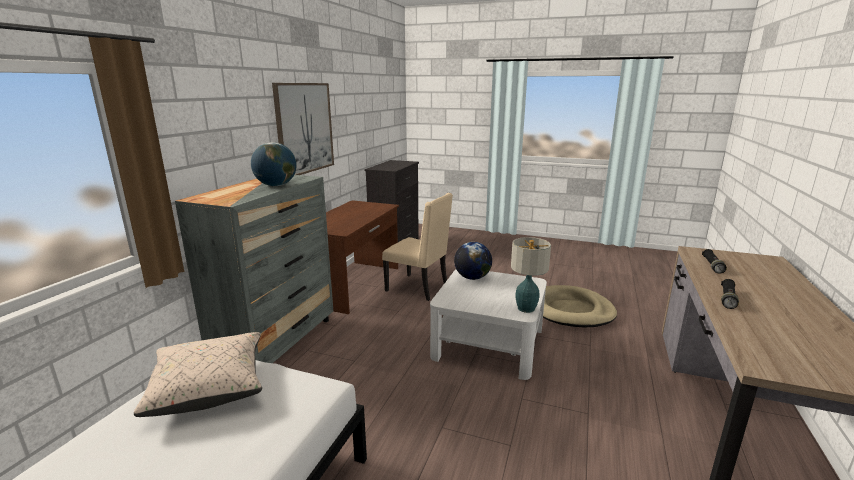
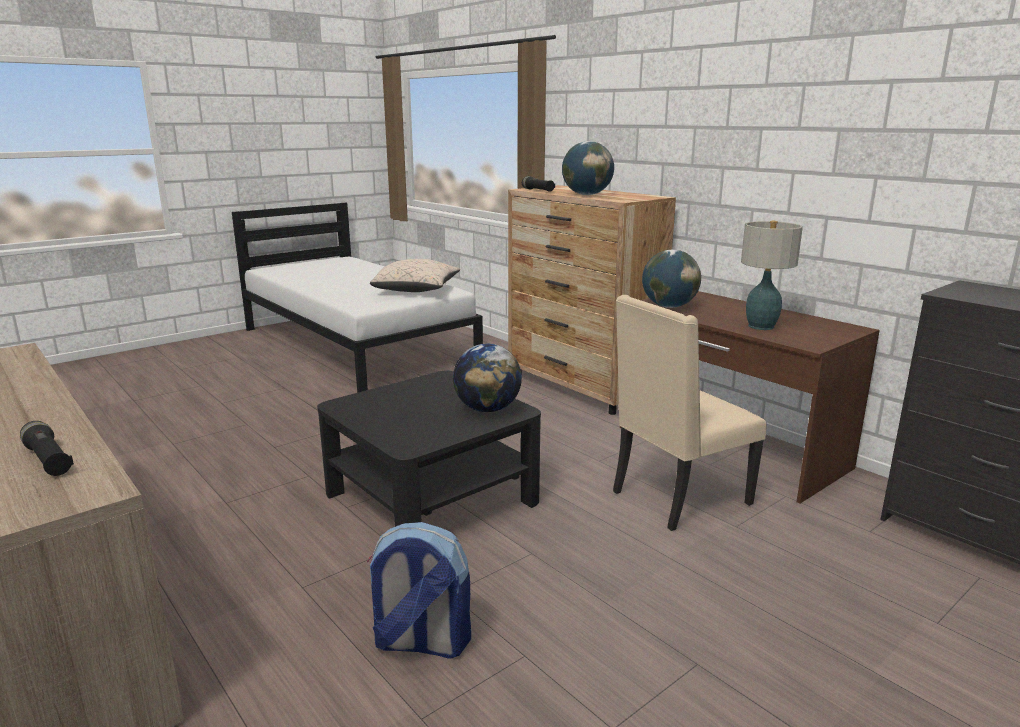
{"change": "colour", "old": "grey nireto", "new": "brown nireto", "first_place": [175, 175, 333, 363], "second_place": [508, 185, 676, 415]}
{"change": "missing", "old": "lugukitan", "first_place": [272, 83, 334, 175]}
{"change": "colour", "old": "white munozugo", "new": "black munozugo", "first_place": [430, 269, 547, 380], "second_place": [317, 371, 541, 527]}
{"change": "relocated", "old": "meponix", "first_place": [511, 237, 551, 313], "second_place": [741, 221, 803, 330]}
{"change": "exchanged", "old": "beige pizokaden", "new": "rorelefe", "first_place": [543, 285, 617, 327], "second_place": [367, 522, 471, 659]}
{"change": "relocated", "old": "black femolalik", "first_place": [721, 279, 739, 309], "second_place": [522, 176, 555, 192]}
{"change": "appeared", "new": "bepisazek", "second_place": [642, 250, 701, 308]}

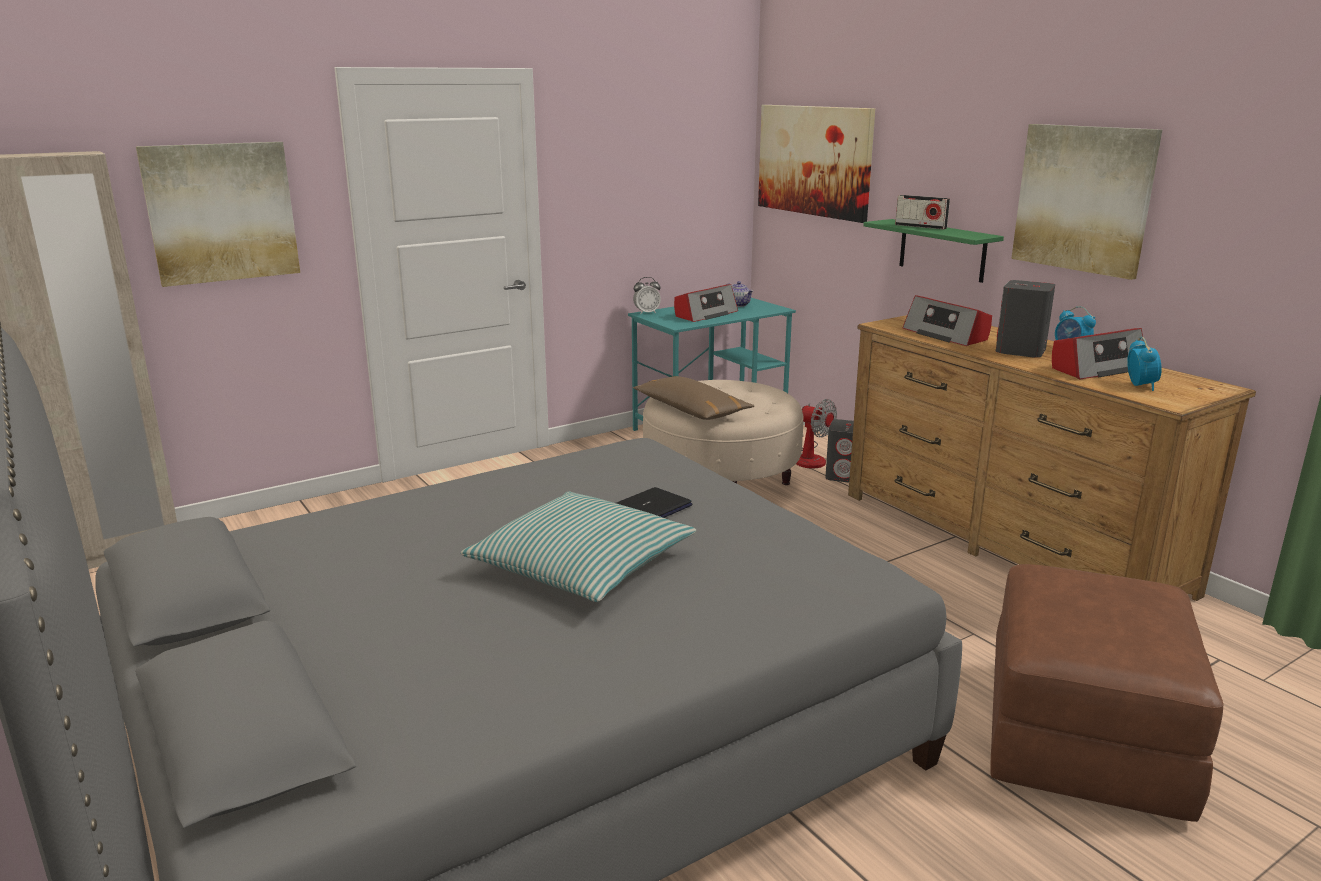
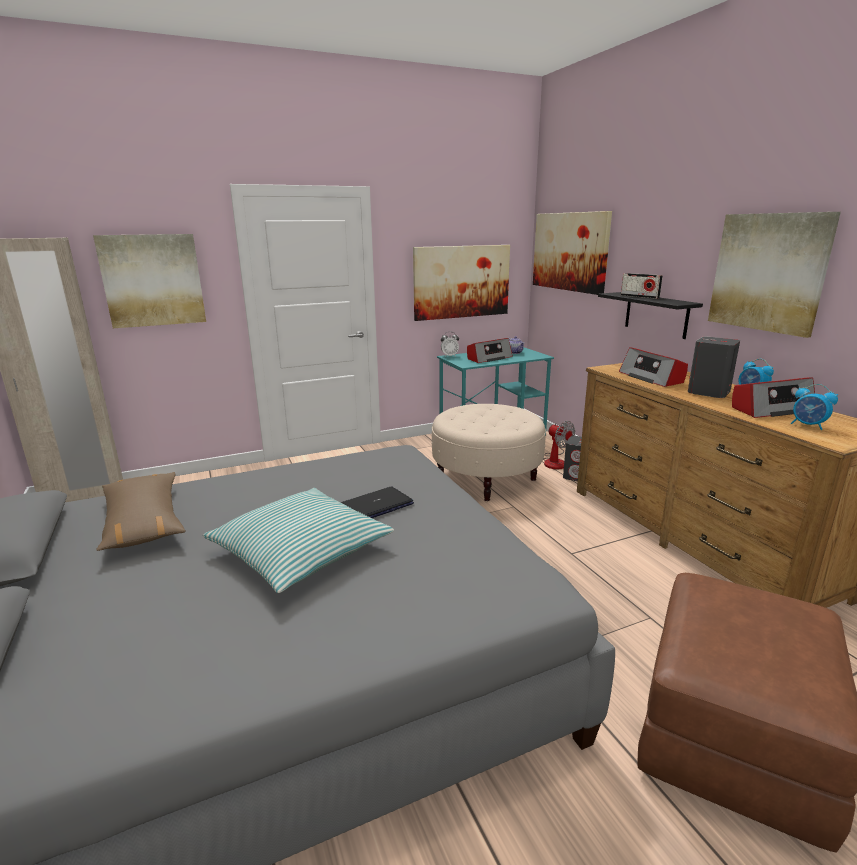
{"change": "relocated", "old": "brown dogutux", "first_place": [633, 376, 754, 420], "second_place": [96, 472, 186, 551]}
{"change": "colour", "old": "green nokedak", "new": "black nokedak", "first_place": [863, 219, 1004, 283], "second_place": [598, 292, 703, 339]}
{"change": "spun", "old": "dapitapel", "first_place": [1127, 337, 1162, 391], "second_place": [791, 384, 838, 430], "degrees": 120}
{"change": "appeared", "new": "lugukitan", "second_place": [413, 245, 510, 321]}

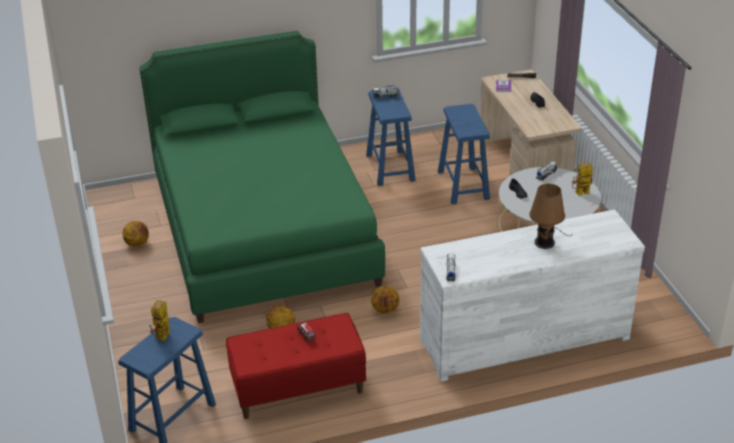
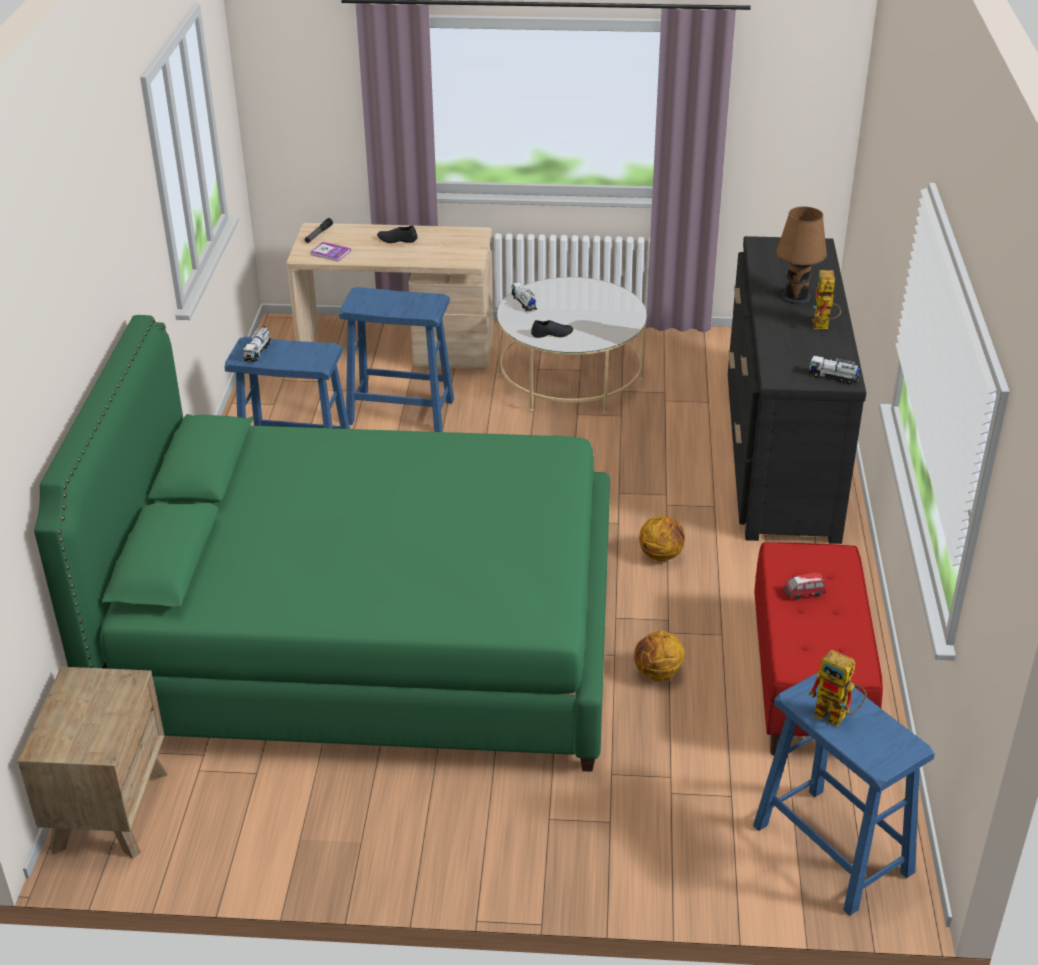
{"change": "missing", "old": "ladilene", "first_place": [123, 221, 149, 247]}
{"change": "colour", "old": "white nireto", "new": "black nireto", "first_place": [420, 209, 645, 382], "second_place": [728, 236, 866, 544]}
{"change": "relocated", "old": "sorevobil", "first_place": [572, 162, 593, 196], "second_place": [812, 270, 841, 329]}
{"change": "appeared", "new": "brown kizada", "second_place": [18, 667, 167, 859]}

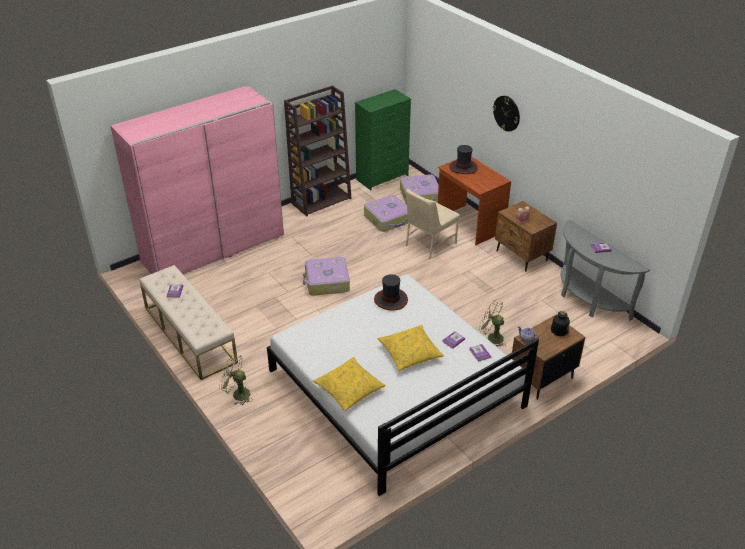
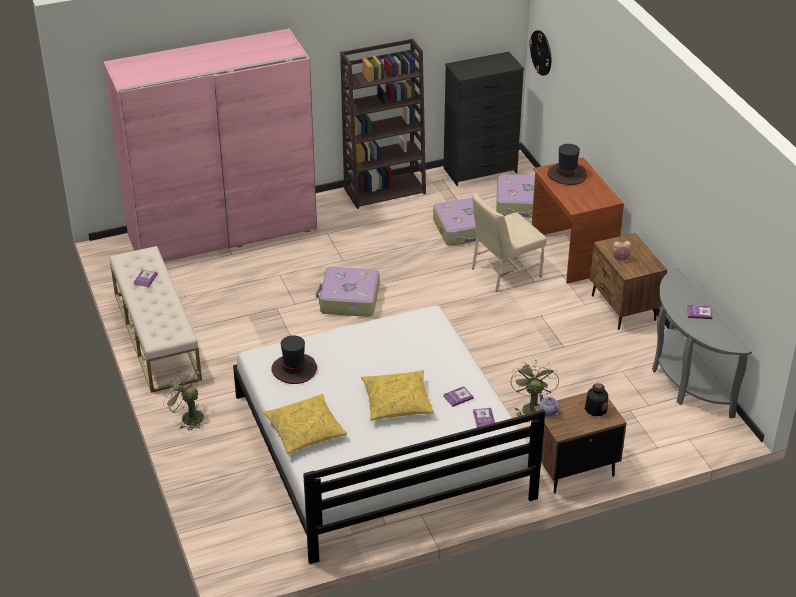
{"change": "colour", "old": "green nireto", "new": "black nireto", "first_place": [355, 89, 411, 190], "second_place": [443, 52, 524, 186]}
{"change": "relocated", "old": "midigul", "first_place": [374, 274, 408, 311], "second_place": [271, 335, 317, 384]}
{"change": "spun", "old": "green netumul", "first_place": [479, 300, 506, 347], "second_place": [510, 360, 559, 417], "degrees": 45}
{"change": "relocated", "old": "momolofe", "first_place": [493, 96, 520, 132], "second_place": [529, 30, 551, 76]}

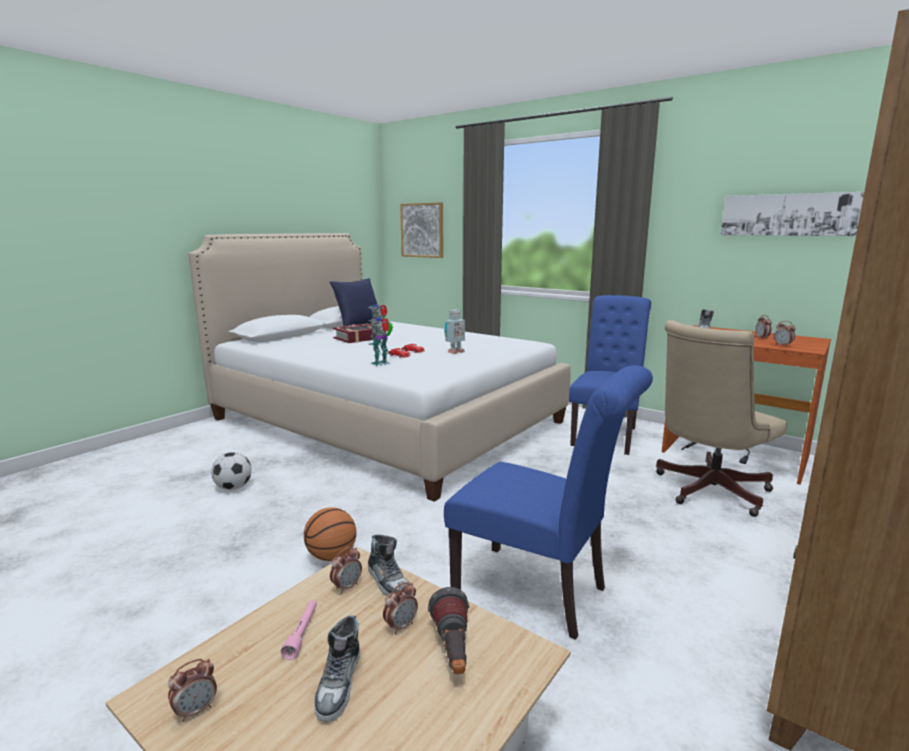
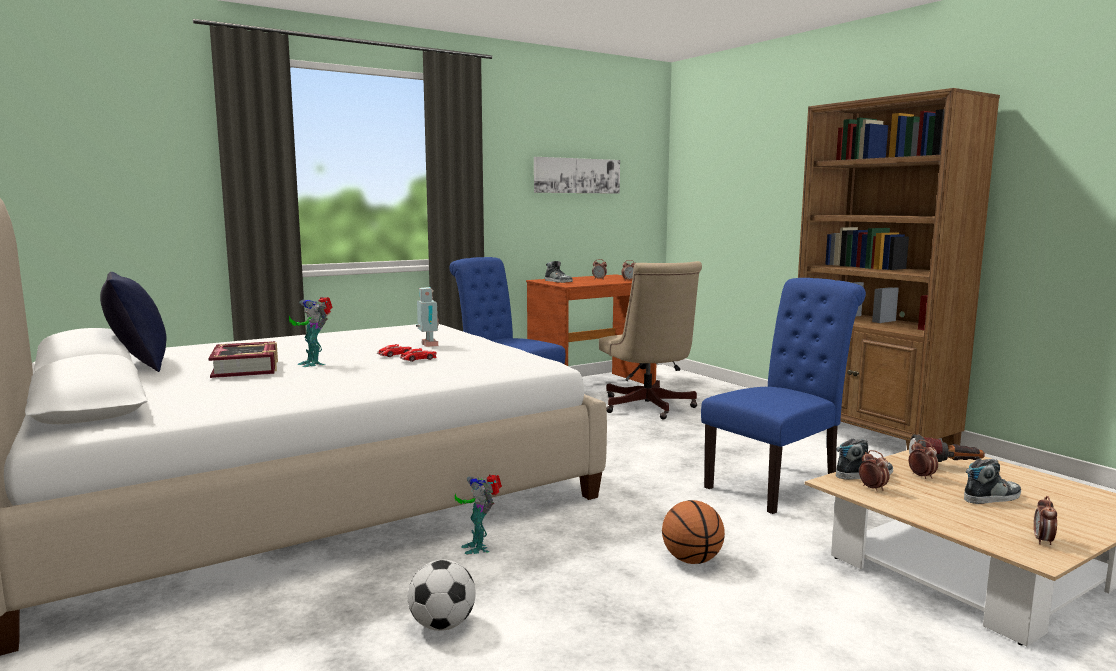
{"change": "spun", "old": "dapitapel", "first_place": [168, 658, 217, 722], "second_place": [1034, 496, 1057, 545], "degrees": -135}
{"change": "missing", "old": "pink femolalik", "first_place": [281, 600, 317, 660]}
{"change": "spun", "old": "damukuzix", "first_place": [314, 615, 360, 722], "second_place": [964, 458, 1021, 504], "degrees": -45}
{"change": "relocated", "old": "sorevobil", "first_place": [369, 317, 393, 366], "second_place": [455, 474, 502, 555]}
{"change": "missing", "old": "lugukitan", "first_place": [400, 202, 443, 258]}

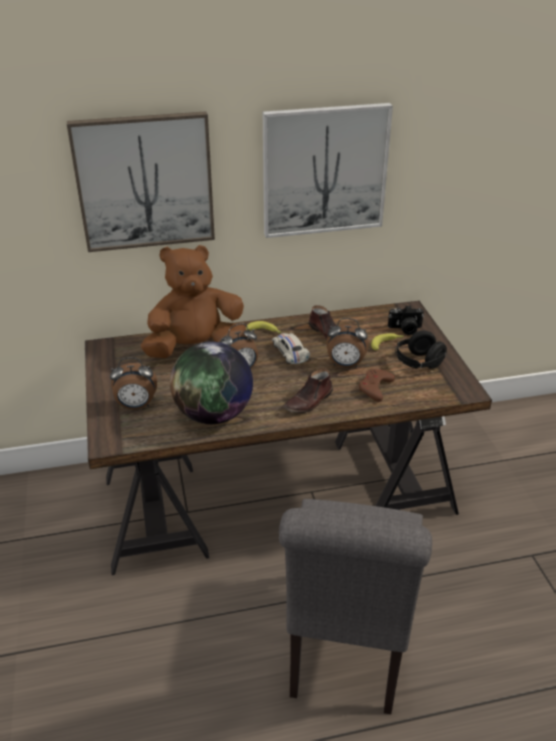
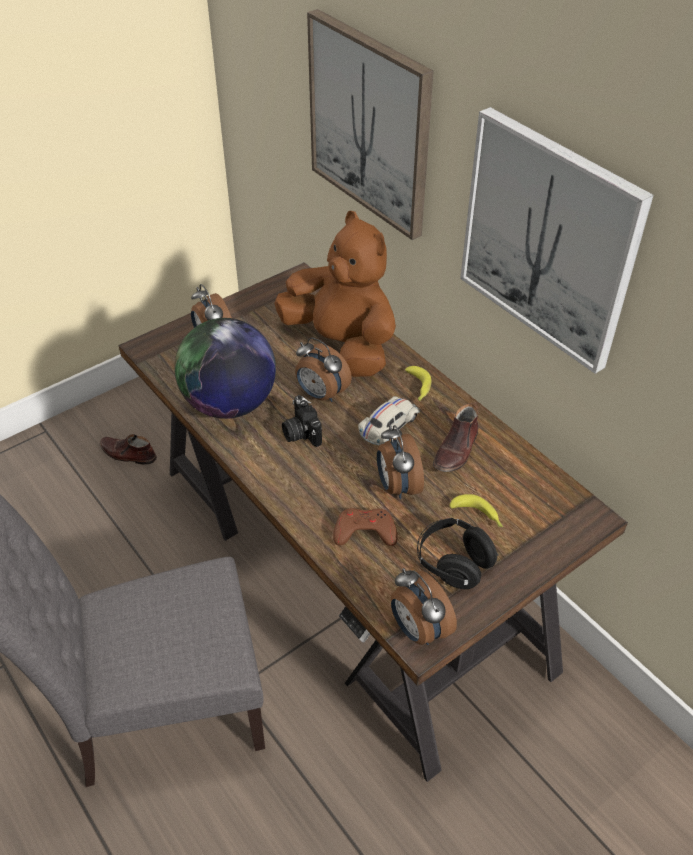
{"change": "relocated", "old": "brown damukuzix", "first_place": [283, 369, 333, 413], "second_place": [99, 434, 157, 465]}
{"change": "relocated", "old": "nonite", "first_place": [388, 305, 424, 335], "second_place": [282, 395, 322, 447]}
{"change": "appeared", "new": "dapitapel", "second_place": [391, 568, 457, 645]}

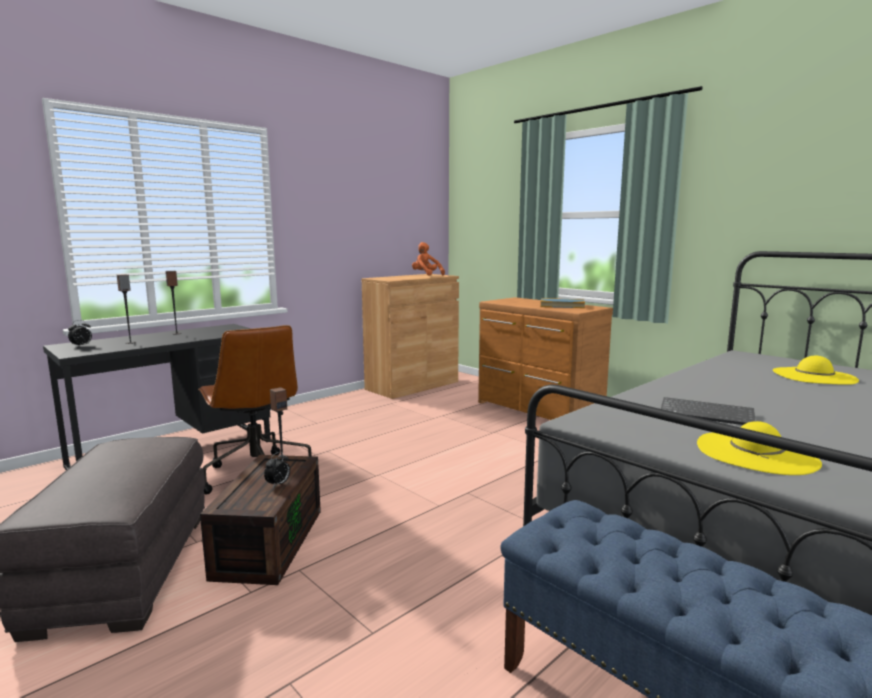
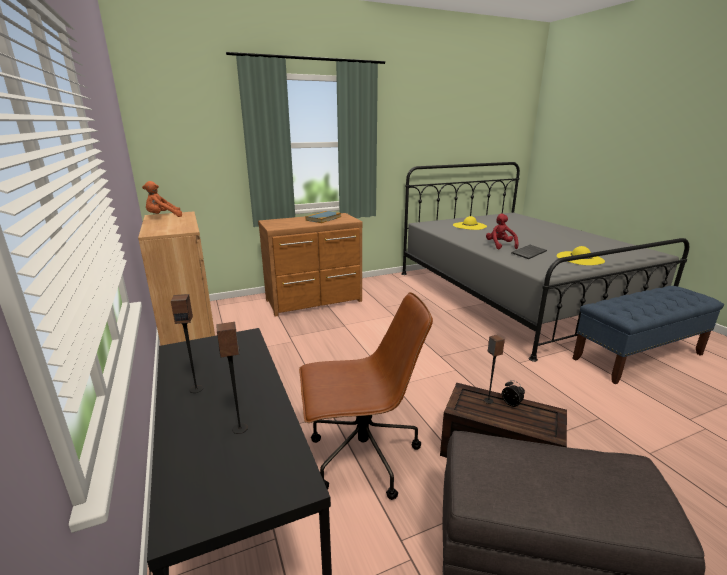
{"change": "missing", "old": "dapitapel", "first_place": [68, 320, 92, 347]}
{"change": "appeared", "new": "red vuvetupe", "second_place": [486, 213, 518, 249]}

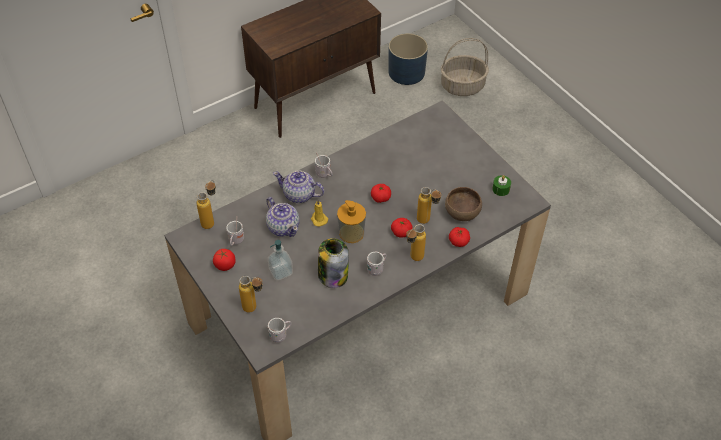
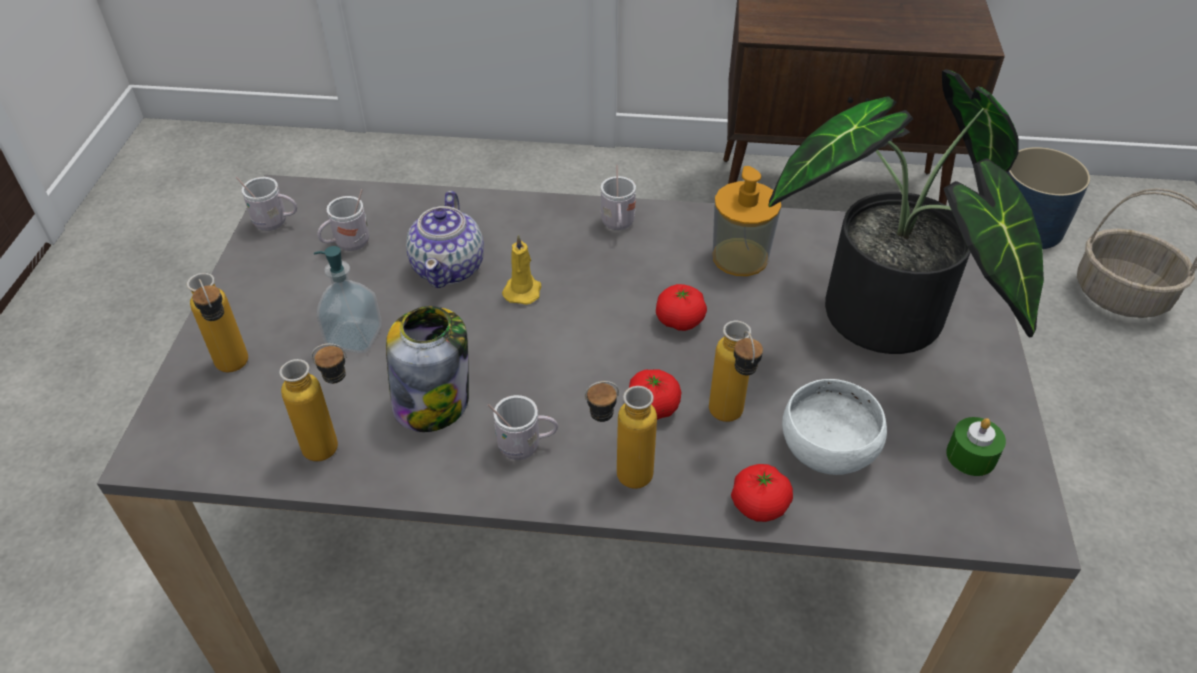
{"change": "relocated", "old": "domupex", "first_place": [197, 180, 216, 229], "second_place": [279, 343, 347, 461]}
{"change": "missing", "old": "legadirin", "first_place": [213, 249, 236, 271]}
{"change": "relocated", "old": "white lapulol", "first_place": [267, 318, 292, 343], "second_place": [235, 176, 297, 231]}
{"change": "missing", "old": "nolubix", "first_place": [273, 170, 324, 203]}
{"change": "relocated", "old": "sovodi", "first_place": [337, 200, 366, 243], "second_place": [713, 166, 781, 276]}
{"change": "colour", "old": "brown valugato", "new": "white valugato", "first_place": [445, 187, 482, 221], "second_place": [782, 379, 887, 475]}
{"change": "appeared", "new": "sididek", "second_place": [768, 69, 1044, 354]}

